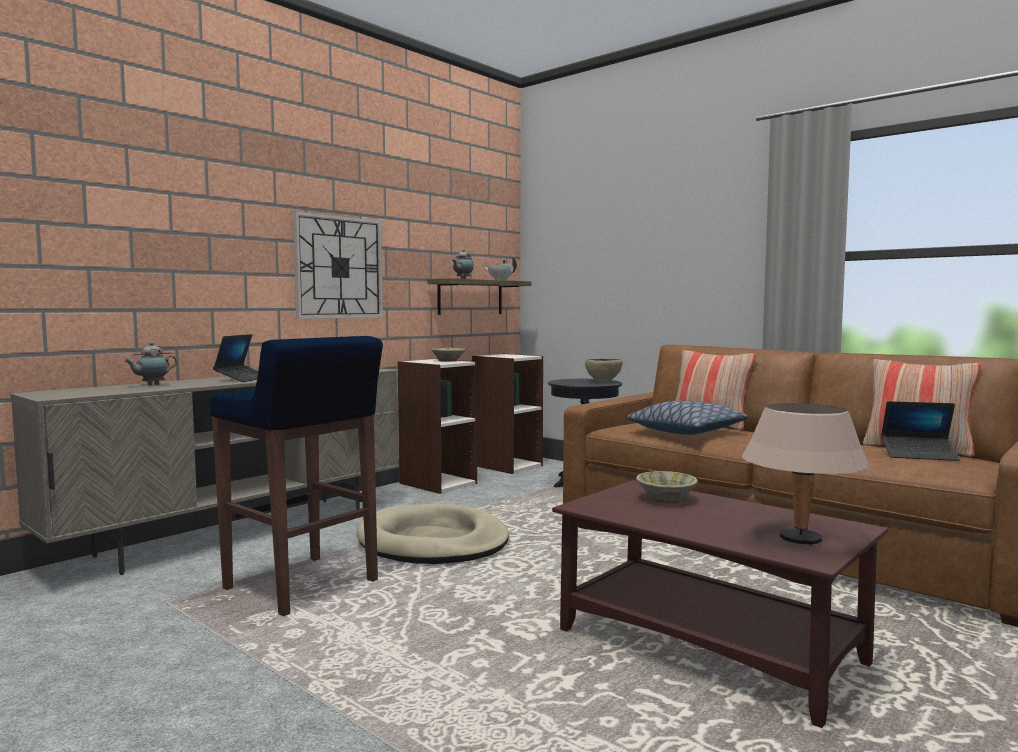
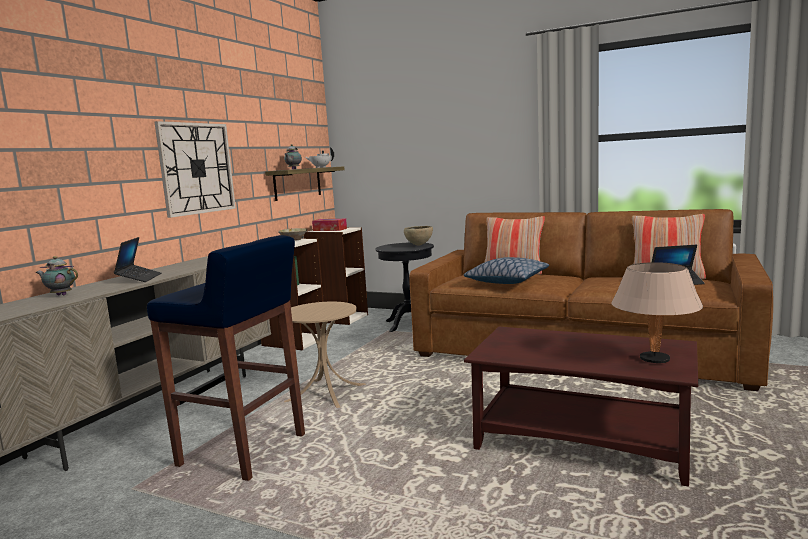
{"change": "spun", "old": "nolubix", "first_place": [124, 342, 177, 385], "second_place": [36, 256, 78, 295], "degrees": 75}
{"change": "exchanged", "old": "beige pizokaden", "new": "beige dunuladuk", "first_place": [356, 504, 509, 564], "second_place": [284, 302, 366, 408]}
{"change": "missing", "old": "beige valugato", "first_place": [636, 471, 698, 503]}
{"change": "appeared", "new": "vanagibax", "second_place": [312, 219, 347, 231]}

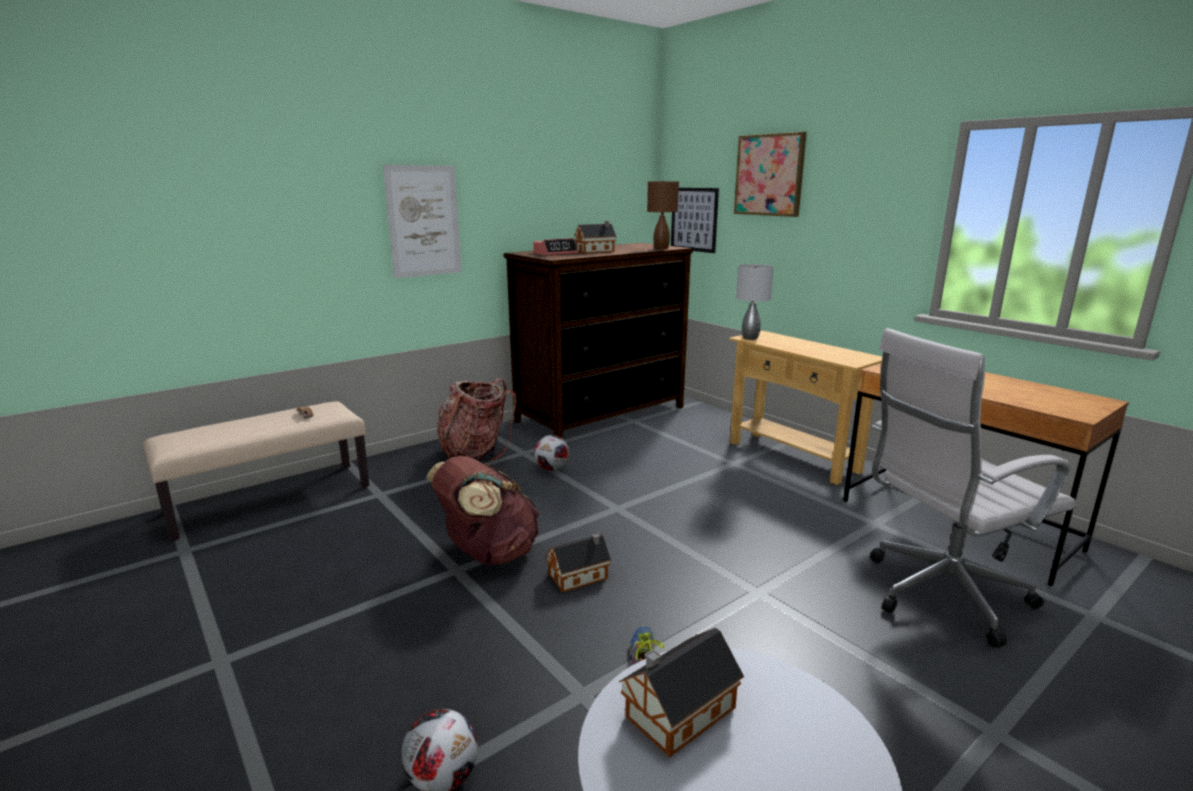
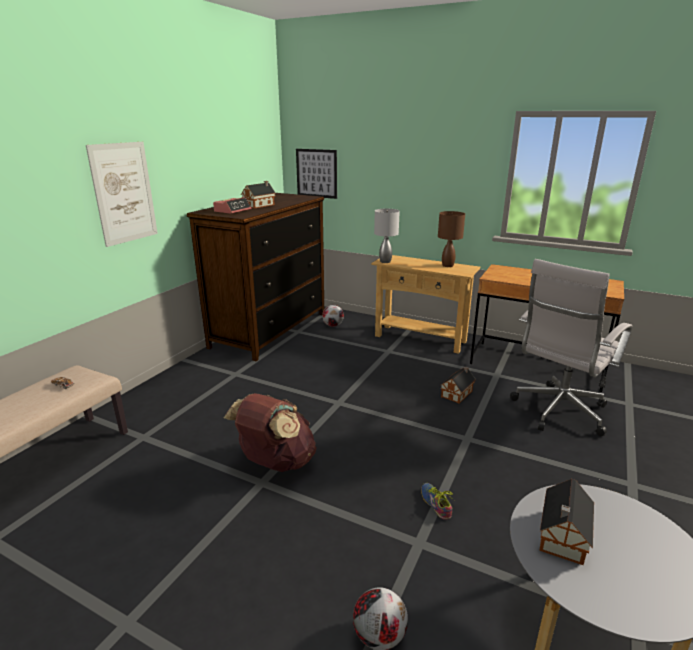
{"change": "missing", "old": "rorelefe", "first_place": [437, 378, 517, 461]}
{"change": "relocated", "old": "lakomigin", "first_place": [534, 435, 569, 471], "second_place": [322, 305, 344, 327]}
{"change": "relocated", "old": "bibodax", "first_place": [546, 533, 611, 592], "second_place": [441, 366, 476, 403]}
{"change": "relocated", "old": "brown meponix", "first_place": [647, 180, 679, 250], "second_place": [438, 211, 465, 267]}
{"change": "missing", "old": "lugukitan", "first_place": [734, 132, 807, 217]}

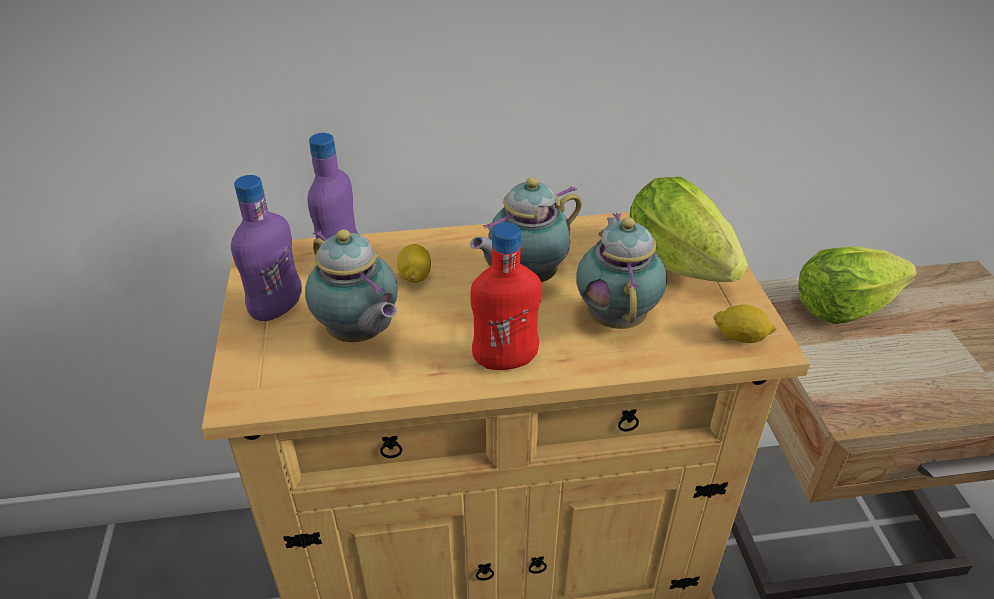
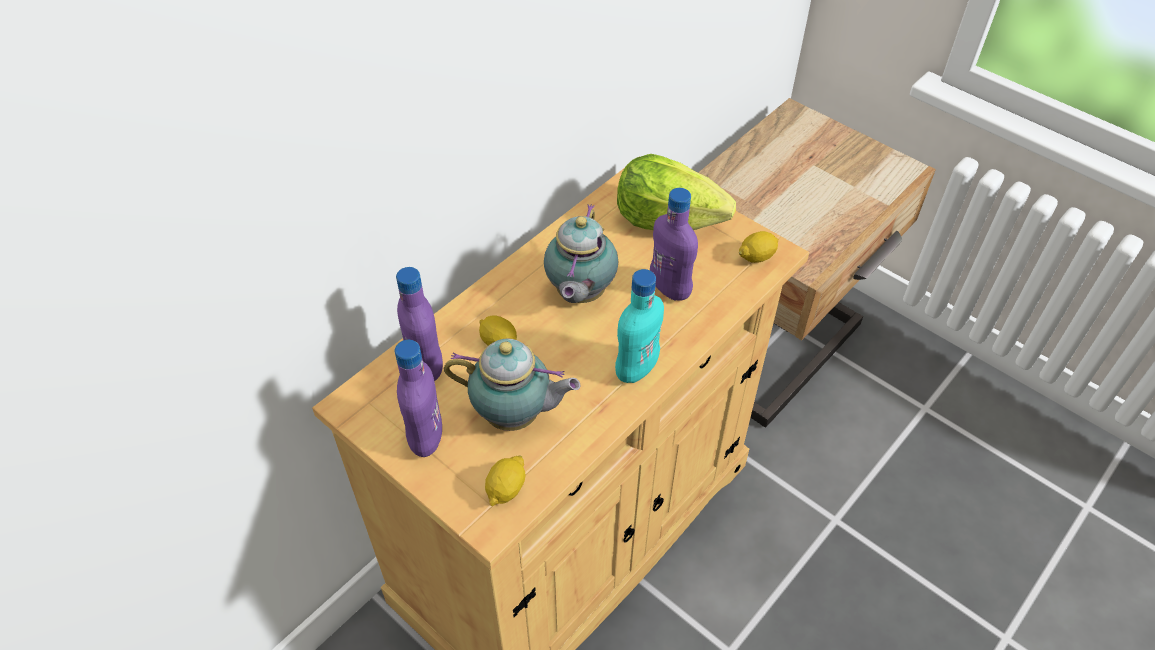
{"change": "colour", "old": "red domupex", "new": "turquoise domupex", "first_place": [470, 222, 542, 370], "second_place": [615, 269, 664, 383]}
{"change": "exchanged", "old": "nolubix", "new": "purple domupex", "first_place": [576, 212, 667, 329], "second_place": [650, 188, 698, 301]}
{"change": "missing", "old": "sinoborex", "first_place": [798, 246, 917, 324]}
{"change": "appeared", "new": "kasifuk", "second_place": [485, 455, 526, 506]}

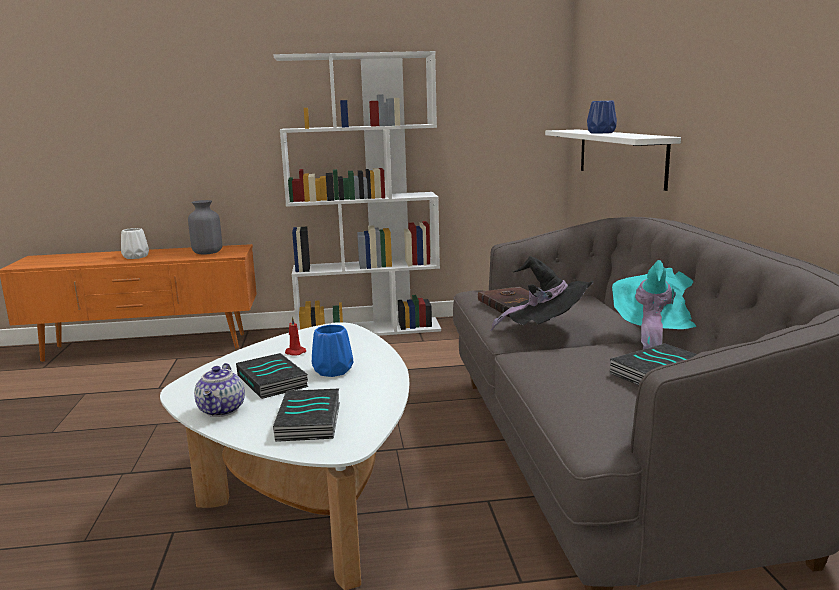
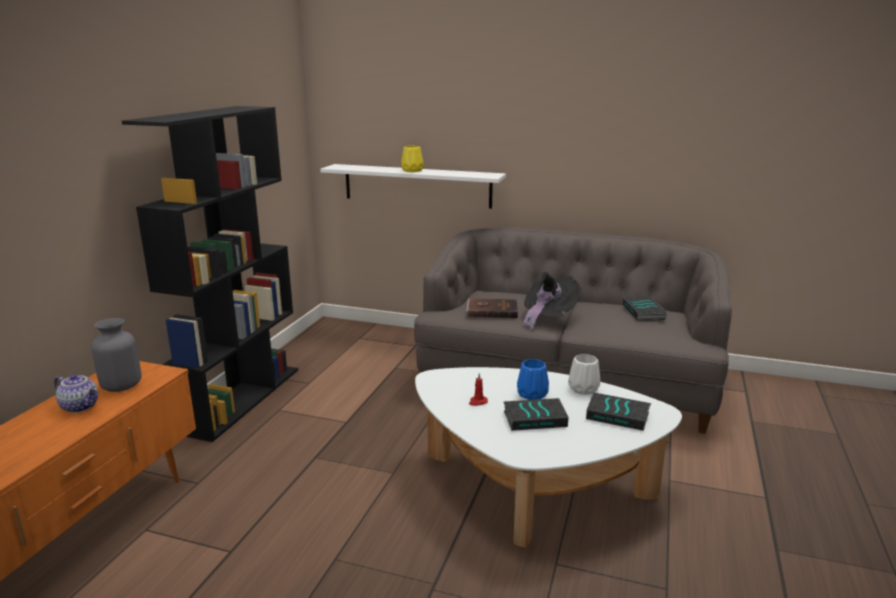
{"change": "relocated", "old": "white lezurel", "first_place": [121, 228, 149, 259], "second_place": [568, 354, 600, 395]}
{"change": "relocated", "old": "nolubix", "first_place": [194, 363, 245, 417], "second_place": [54, 374, 98, 413]}
{"change": "colour", "old": "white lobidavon", "new": "black lobidavon", "first_place": [273, 51, 441, 336], "second_place": [122, 106, 298, 442]}
{"change": "colour", "old": "blue lezurel", "new": "yellow lezurel", "first_place": [587, 100, 617, 133], "second_place": [401, 146, 423, 172]}
{"change": "missing", "old": "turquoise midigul", "first_place": [612, 260, 696, 350]}

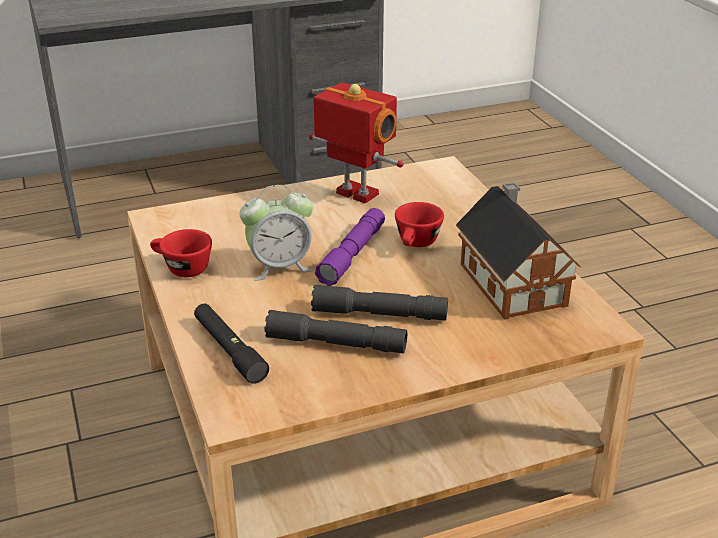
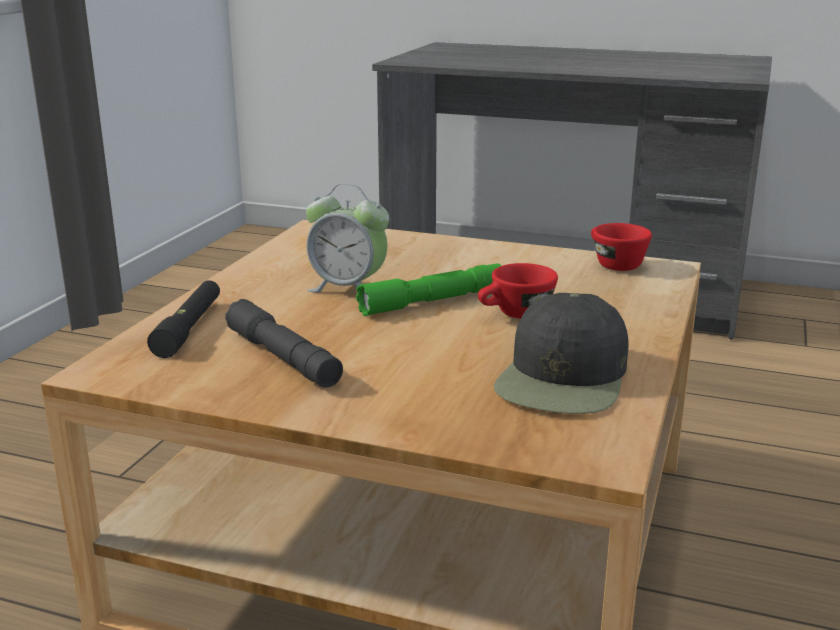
{"change": "relocated", "old": "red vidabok", "first_place": [150, 229, 212, 277], "second_place": [591, 223, 652, 271]}
{"change": "missing", "old": "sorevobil", "first_place": [309, 82, 404, 203]}
{"change": "missing", "old": "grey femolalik", "first_place": [311, 285, 448, 321]}
{"change": "colour", "old": "purple femolalik", "new": "green femolalik", "first_place": [315, 208, 385, 286], "second_place": [356, 263, 502, 316]}
{"change": "exchanged", "old": "bibodax", "new": "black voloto", "first_place": [456, 182, 581, 320], "second_place": [494, 293, 629, 414]}

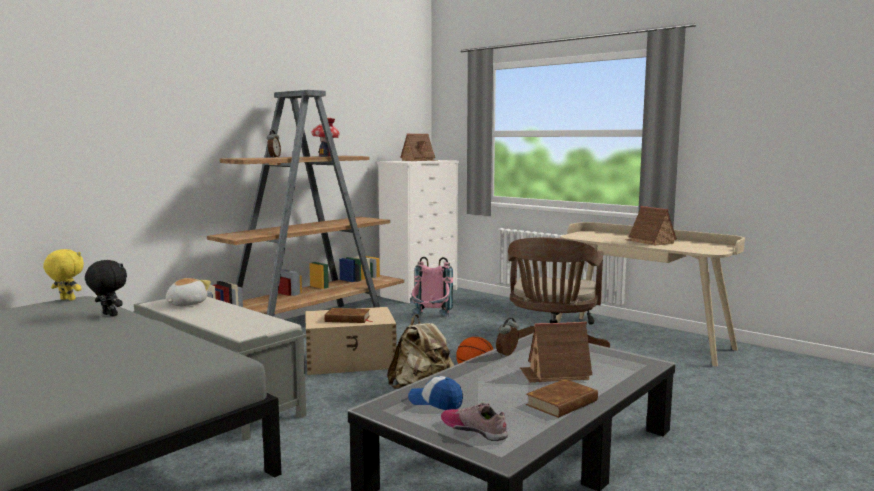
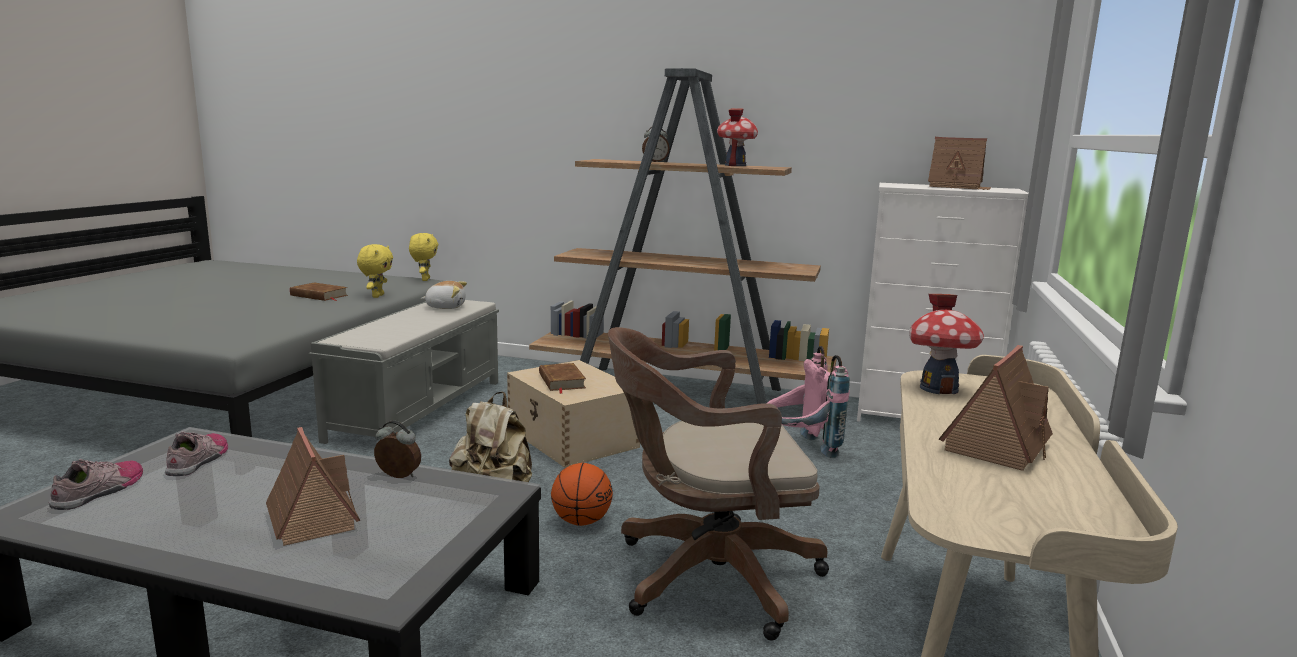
{"change": "colour", "old": "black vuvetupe", "new": "yellow vuvetupe", "first_place": [85, 260, 127, 316], "second_place": [357, 244, 393, 298]}
{"change": "exchanged", "old": "voloto", "new": "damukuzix", "first_place": [408, 376, 463, 410], "second_place": [165, 432, 228, 476]}
{"change": "relocated", "old": "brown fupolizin", "first_place": [526, 379, 598, 418], "second_place": [290, 283, 348, 301]}
{"change": "appeared", "new": "bibodax", "second_place": [909, 294, 984, 394]}

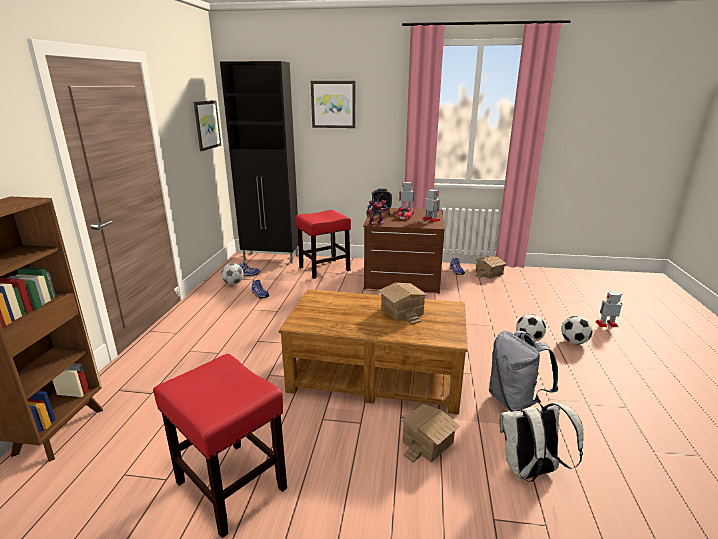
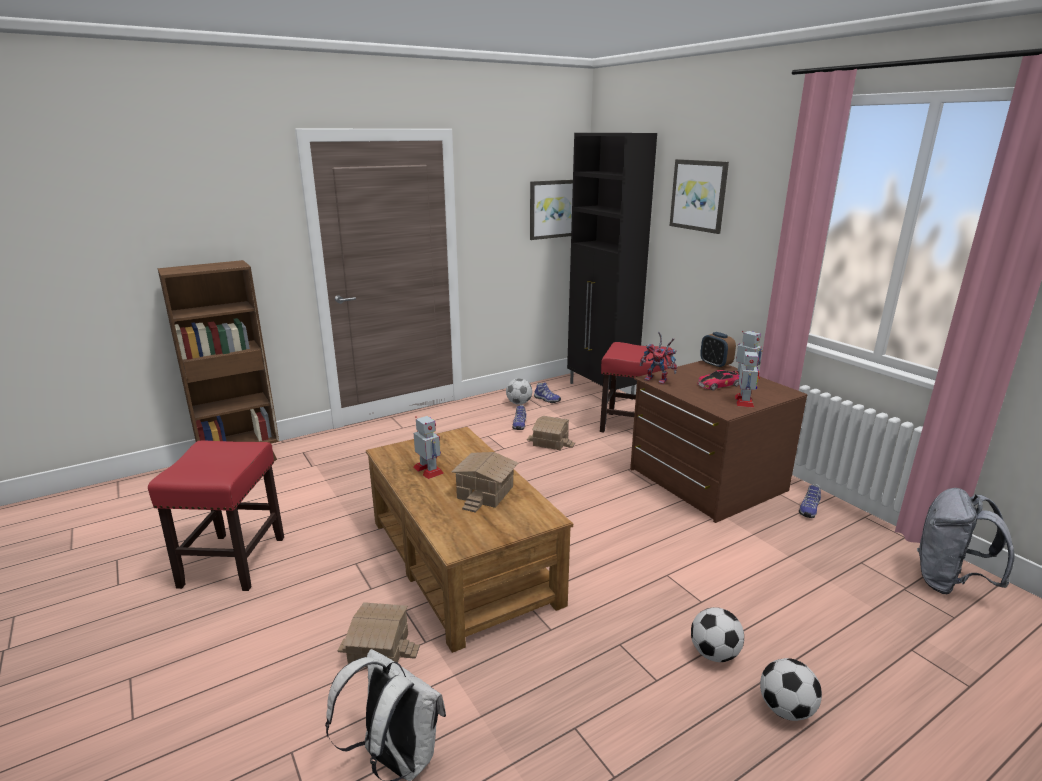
{"change": "relocated", "old": "bibodax", "first_place": [475, 256, 506, 279], "second_place": [527, 416, 575, 450]}
{"change": "relocated", "old": "grey rorelefe", "first_place": [489, 330, 558, 412], "second_place": [917, 488, 1015, 594]}
{"change": "relocated", "old": "sorevobil", "first_place": [595, 292, 622, 327], "second_place": [413, 416, 444, 479]}

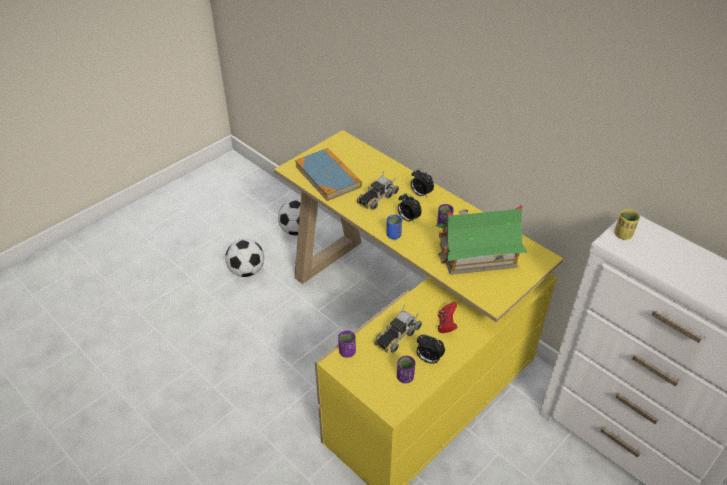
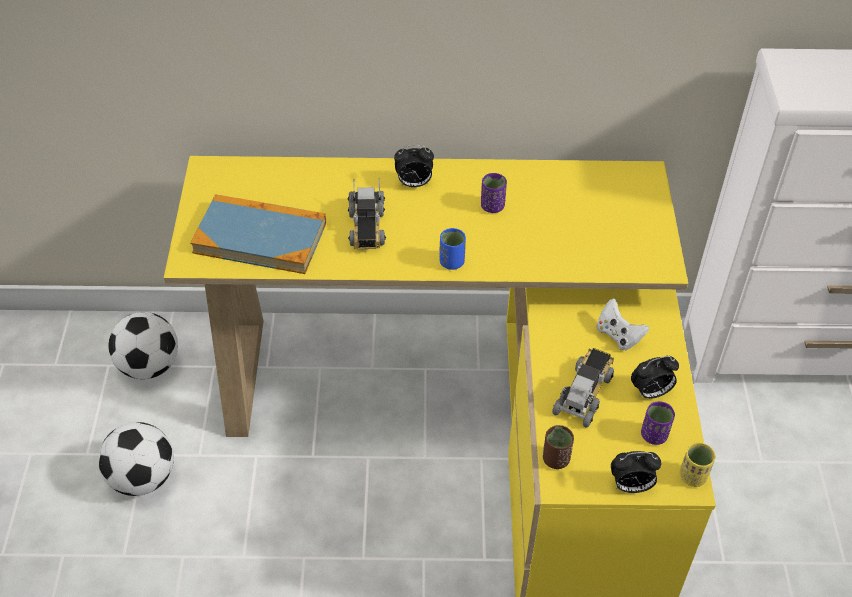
{"change": "colour", "old": "purple vidabok", "new": "brown vidabok", "first_place": [338, 330, 356, 358], "second_place": [543, 425, 574, 469]}
{"change": "spun", "old": "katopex", "first_place": [374, 305, 422, 353], "second_place": [552, 348, 614, 427], "degrees": -150}
{"change": "relocated", "old": "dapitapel", "first_place": [398, 193, 422, 222], "second_place": [611, 451, 661, 493]}
{"change": "missing", "old": "bibodax", "first_place": [436, 205, 528, 275]}
{"change": "colour", "old": "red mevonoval", "new": "white mevonoval", "first_place": [438, 302, 458, 333], "second_place": [597, 298, 649, 351]}
{"change": "relocated", "old": "yellow vidabok", "first_place": [614, 209, 640, 240], "second_place": [680, 442, 715, 487]}

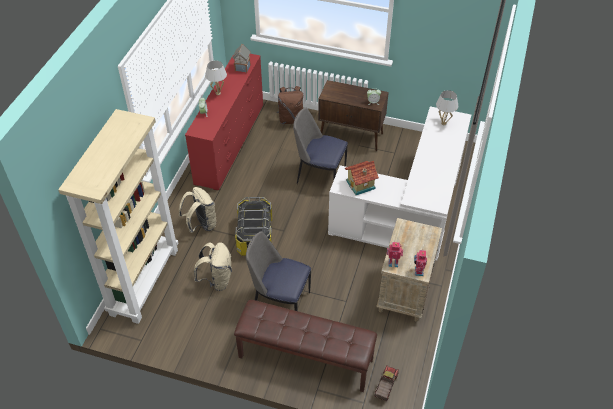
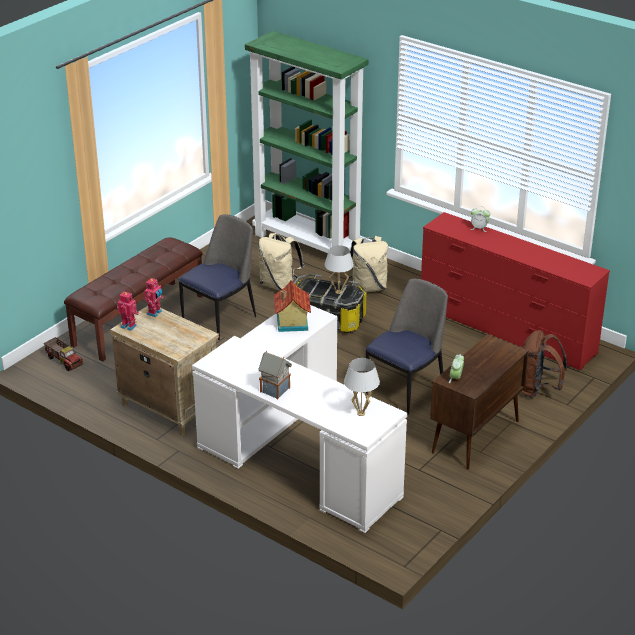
{"change": "colour", "old": "beige lobidavon", "new": "green lobidavon", "first_place": [58, 109, 178, 324], "second_place": [245, 31, 368, 253]}
{"change": "relocated", "old": "white meponix", "first_place": [205, 61, 227, 95], "second_place": [325, 245, 354, 294]}
{"change": "relocated", "old": "bibodax", "first_place": [232, 44, 251, 73], "second_place": [258, 351, 292, 399]}

